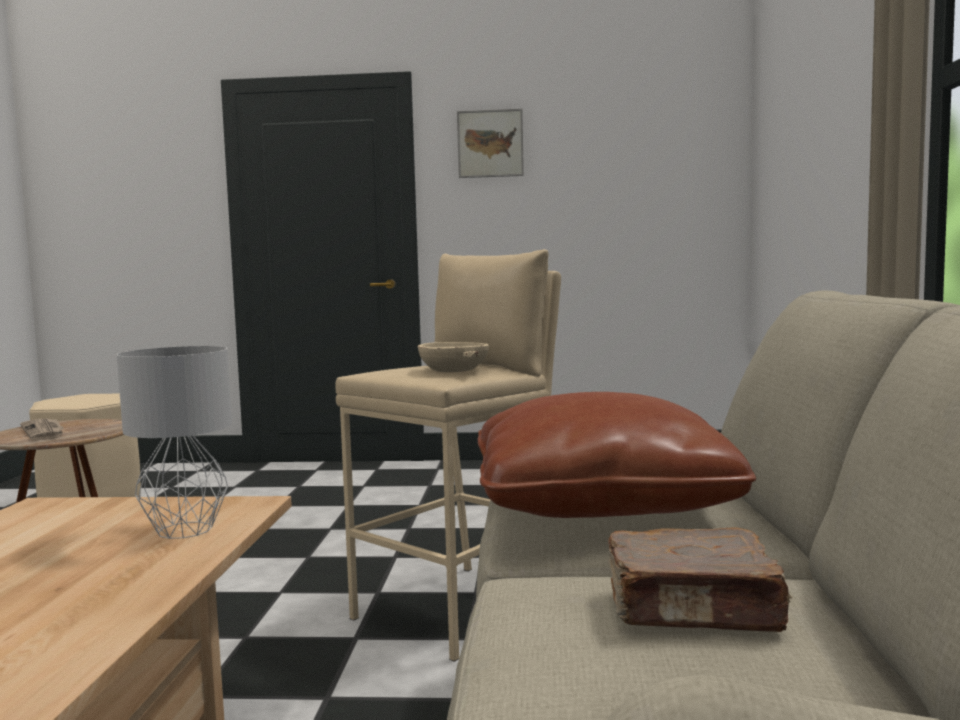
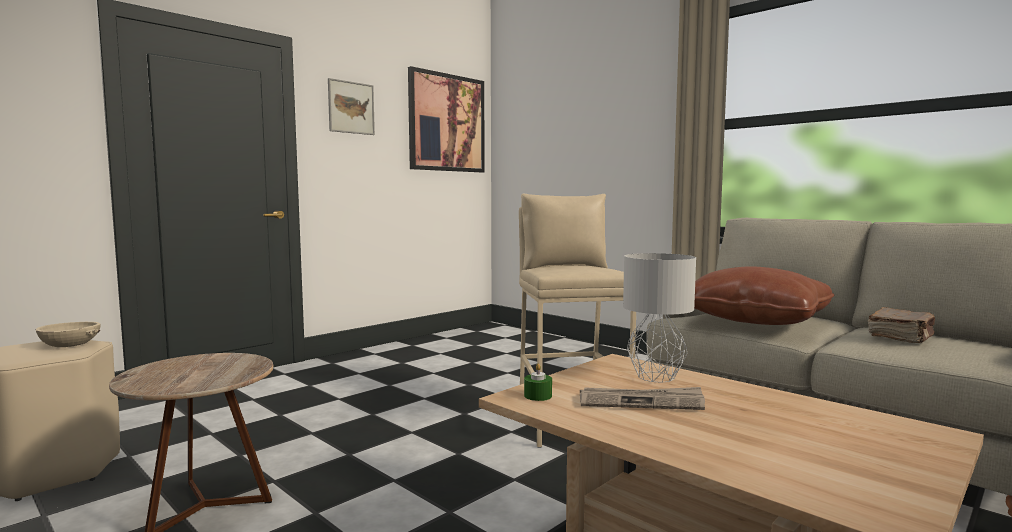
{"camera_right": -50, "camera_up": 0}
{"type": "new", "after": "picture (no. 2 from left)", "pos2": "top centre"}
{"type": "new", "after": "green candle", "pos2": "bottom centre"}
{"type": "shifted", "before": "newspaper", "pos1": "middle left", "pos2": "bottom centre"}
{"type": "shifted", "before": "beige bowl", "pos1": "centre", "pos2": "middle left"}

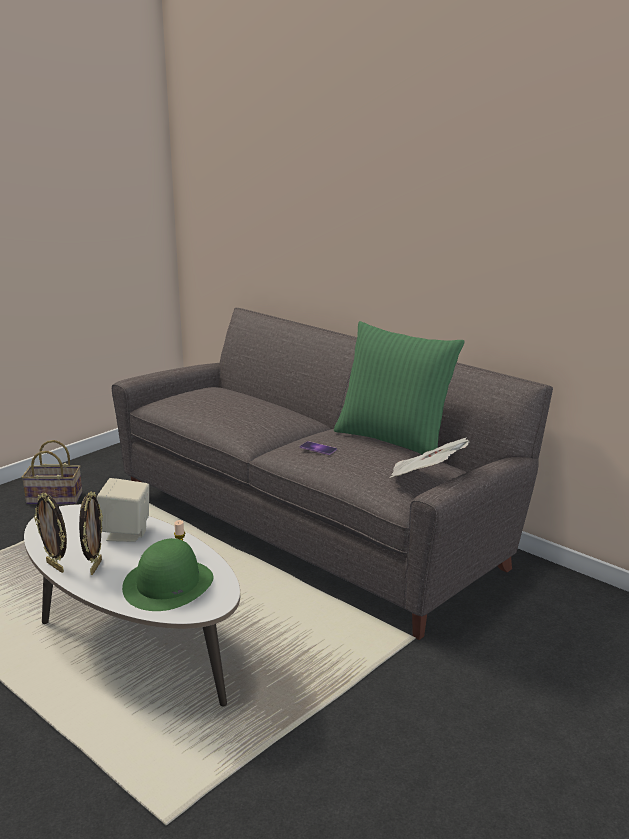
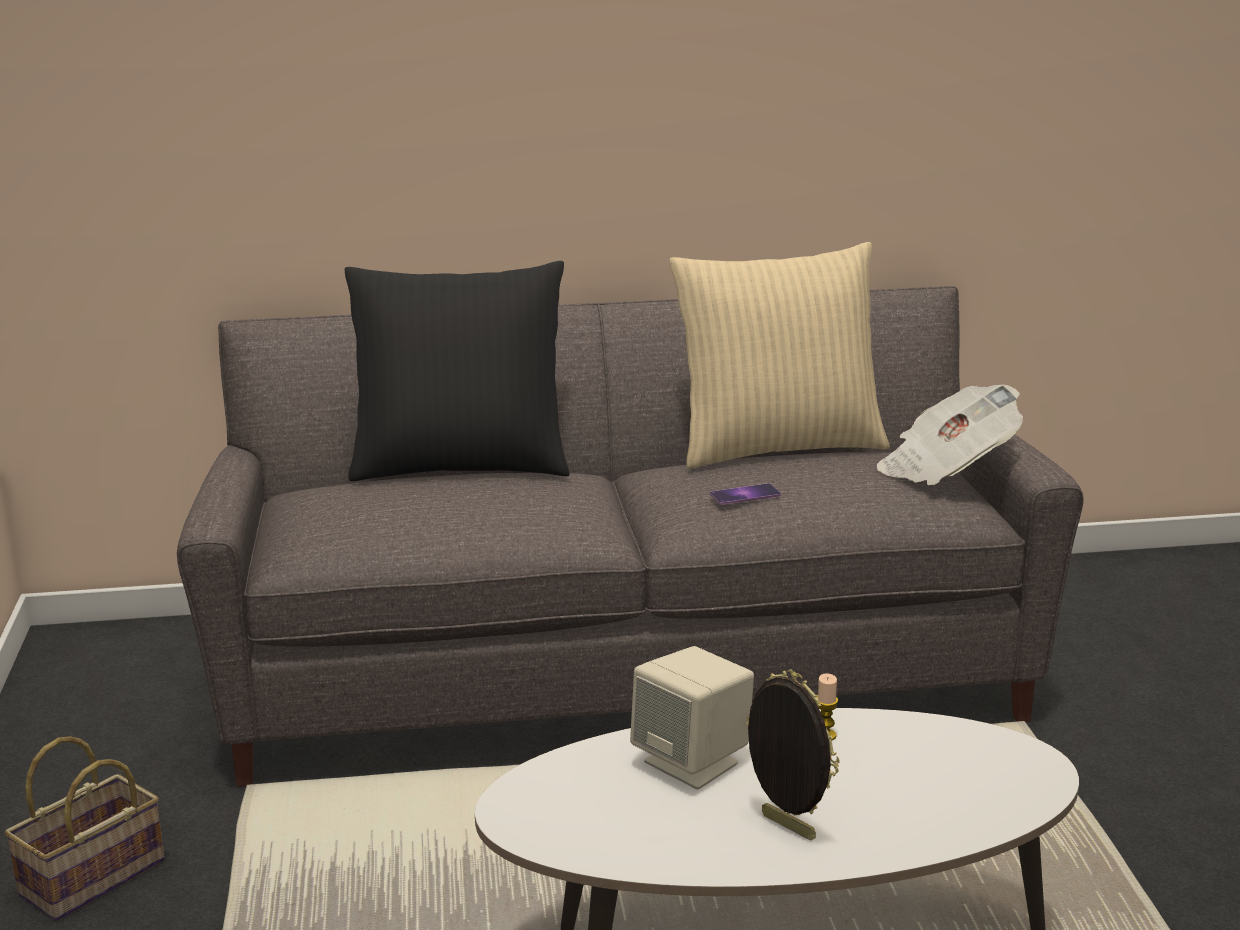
{"camera_right": -50, "camera_up": 0}
{"type": "gone", "before": "picture frame (no. 1 from left)", "pos1": "middle left"}
{"type": "gone", "before": "green hat", "pos1": "bottom left"}
{"type": "new", "after": "black pillow", "pos2": "centre"}
{"type": "repainted", "before": "green pillow", "after": "beige pillow", "pos1": "centre", "pos2": "centre"}

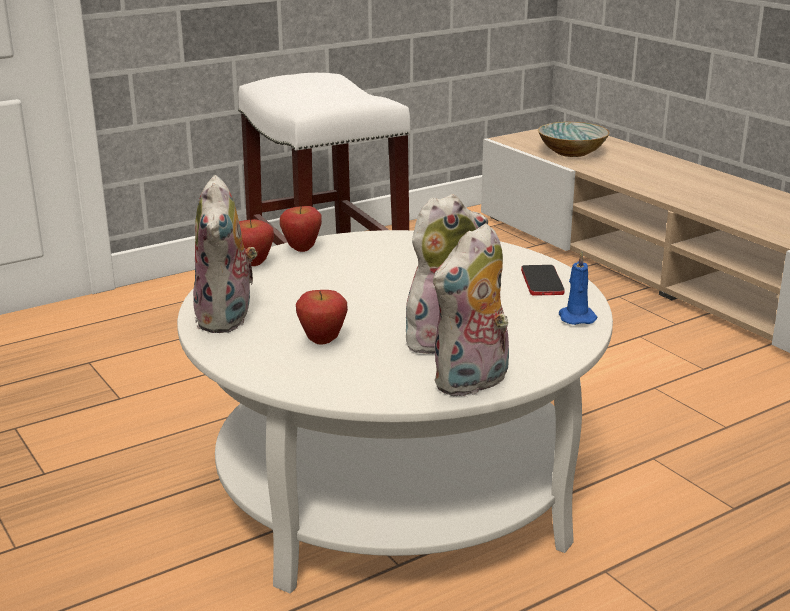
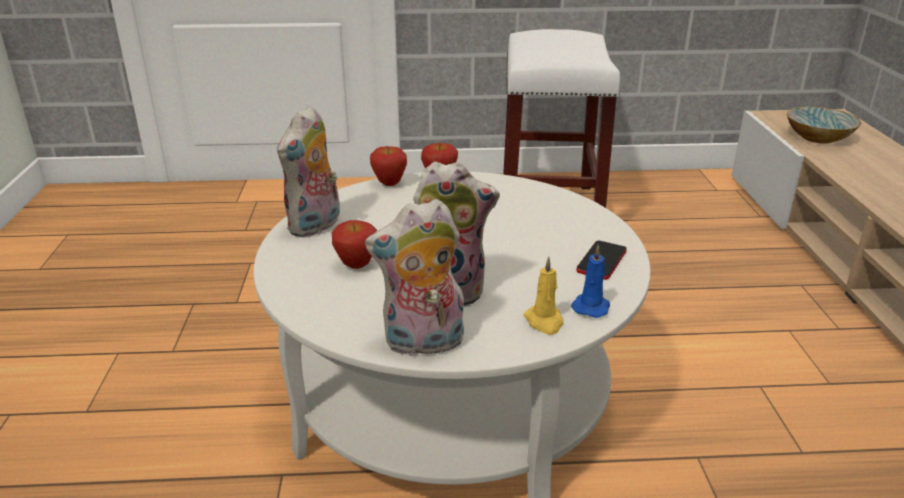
{"camera_right": 30, "camera_up": 5}
{"type": "new", "after": "yellow candle", "pos2": "centre"}

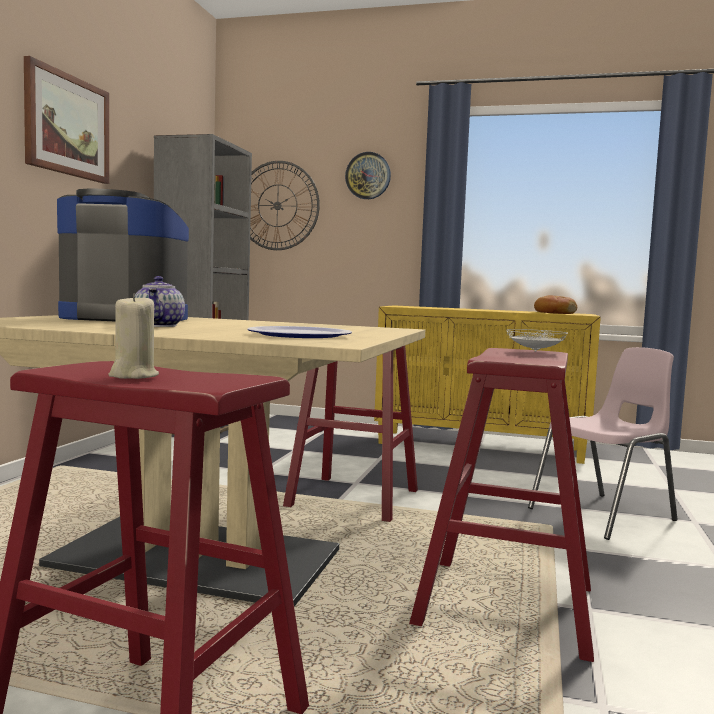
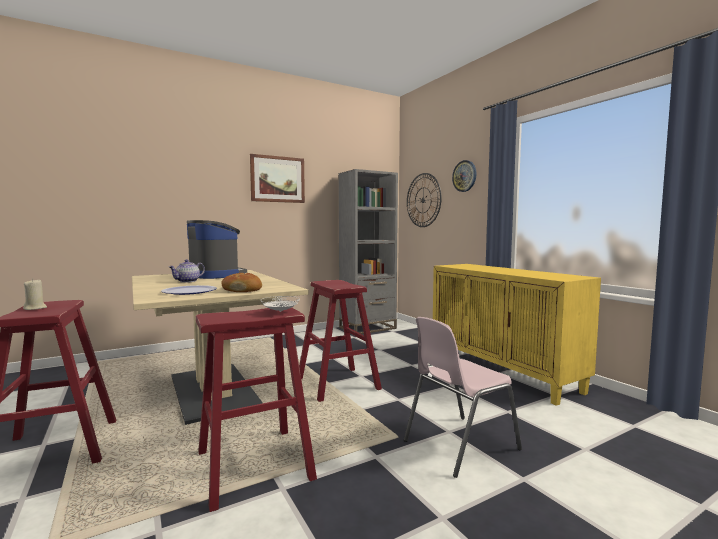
{"camera_right": 45, "camera_up": 0}
{"type": "shifted", "before": "bread", "pos1": "middle right", "pos2": "centre"}
{"type": "rotated", "before": "pink chair", "pos1": "middle right", "pos2": "bottom centre", "turn": 135}

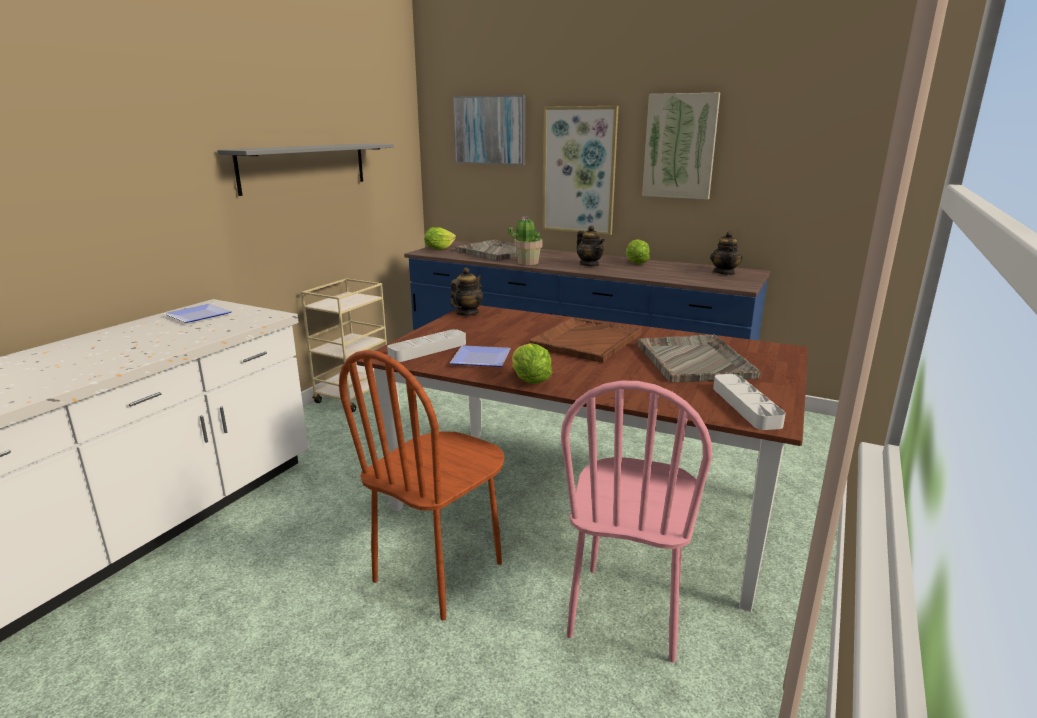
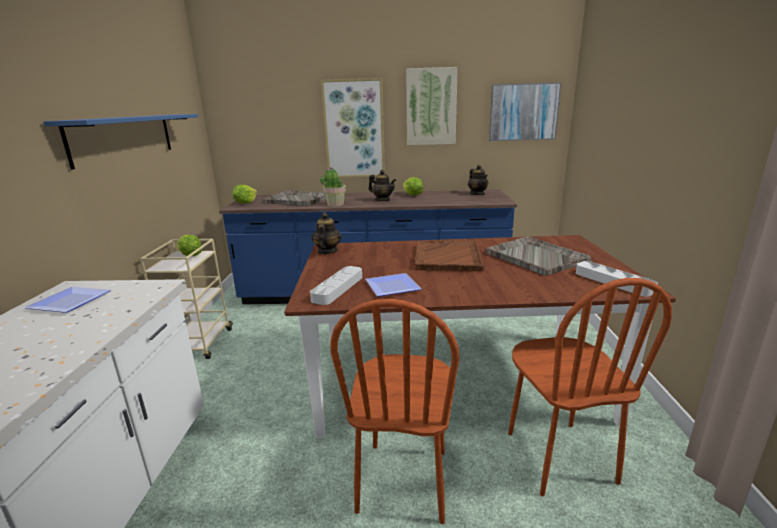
{"camera_right": -25, "camera_up": 0}
{"type": "shifted", "before": "picture (no. 1 from left in the first image)", "after": "picture (no. 3 from left)", "pos1": "top centre", "pos2": "top right"}
{"type": "shifted", "before": "lettuce (no. 2 from left in the first image)", "after": "lettuce (no. 1 from left)", "pos1": "centre", "pos2": "middle left"}
{"type": "repainted", "before": "grey shelf", "after": "blue shelf", "pos1": "top left", "pos2": "top left"}
{"type": "repainted", "before": "pink chair", "after": "brown chair (no. 2 from left)", "pos1": "bottom centre", "pos2": "bottom right"}

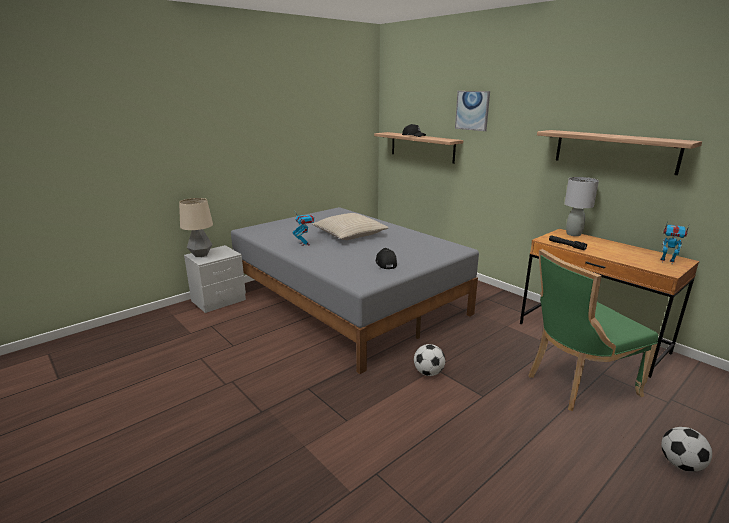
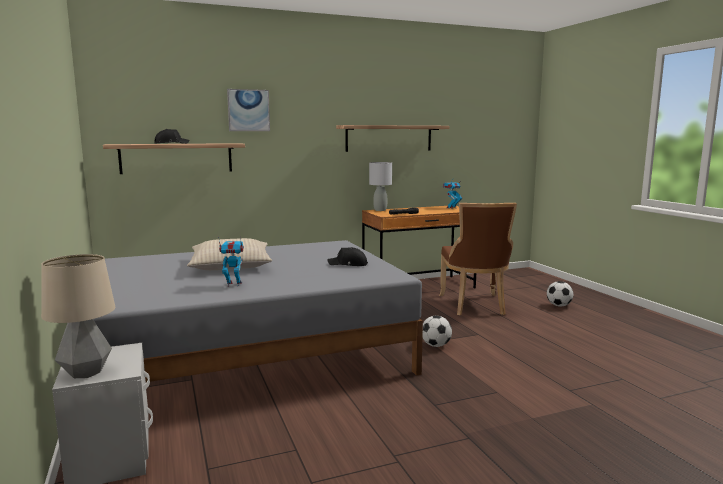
{"camera_right": -70, "camera_up": -10}
{"type": "repainted", "before": "green chair", "after": "brown chair", "pos1": "middle right", "pos2": "centre"}

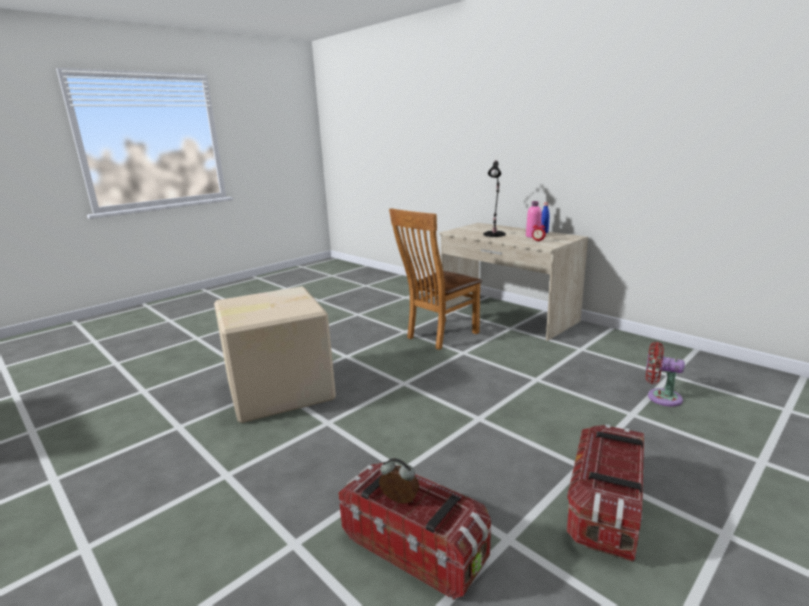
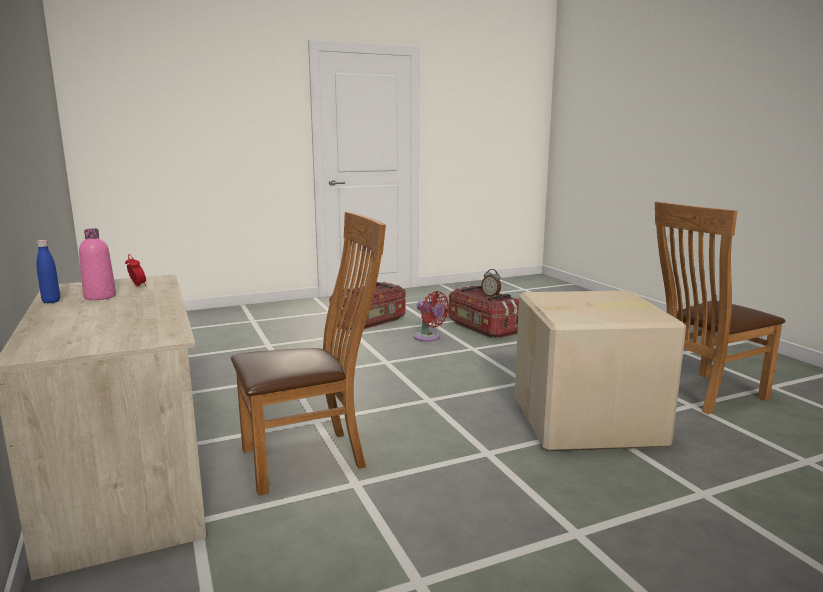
{"camera_right": -160, "camera_up": -5}
{"type": "gone", "before": "black table lamp", "pos1": "top centre"}
{"type": "new", "after": "brown chair (no. 2 from left)", "pos2": "middle right"}
{"type": "shifted", "before": "red fan", "pos1": "middle right", "pos2": "centre"}

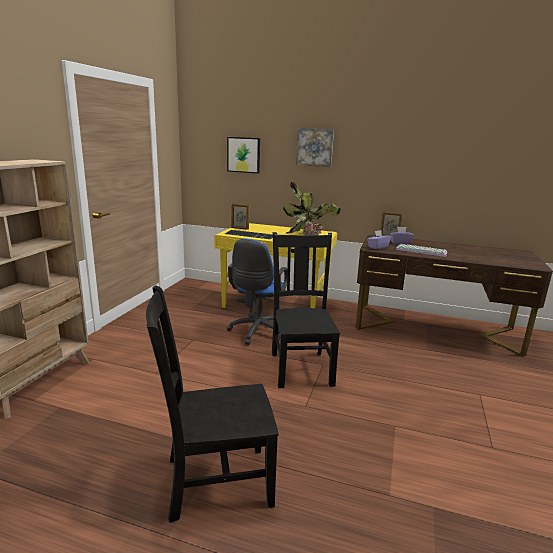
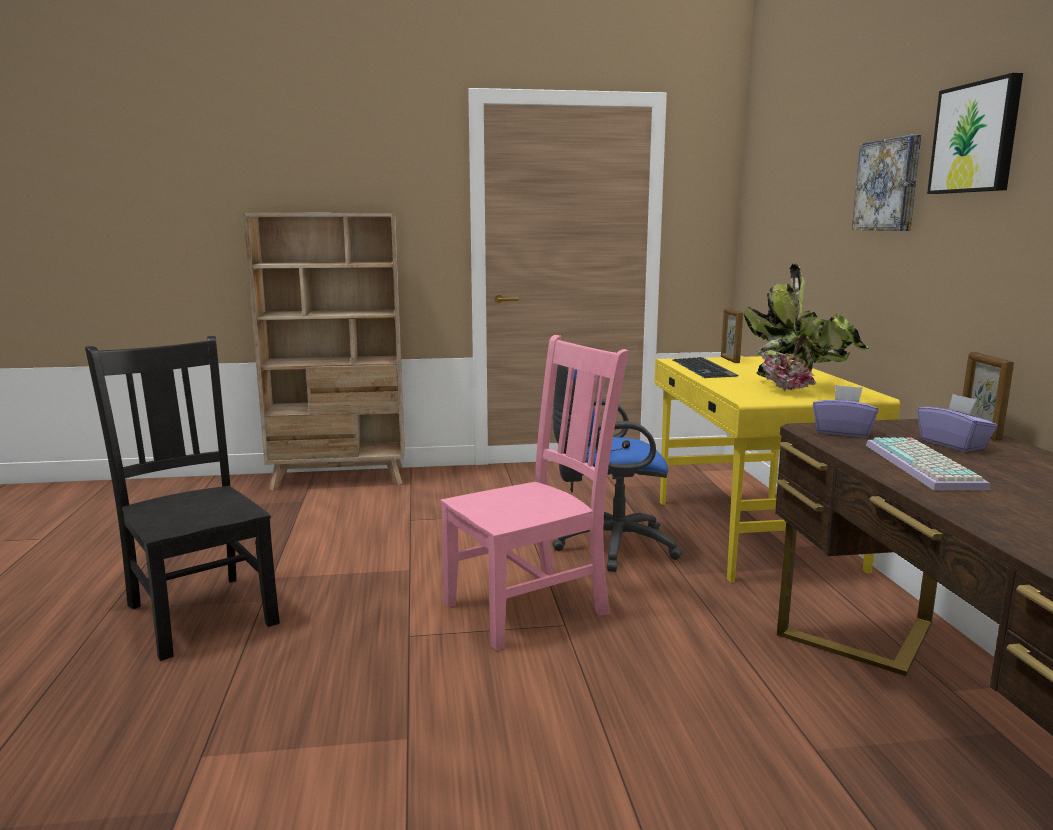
{"camera_right": 65, "camera_up": -5}
{"type": "shifted", "before": "picture (no. 1 from left in the first image)", "after": "picture (no. 2 from left)", "pos1": "top centre", "pos2": "top right"}
{"type": "repainted", "before": "black chair (no. 2 from left)", "after": "pink chair", "pos1": "centre", "pos2": "centre"}

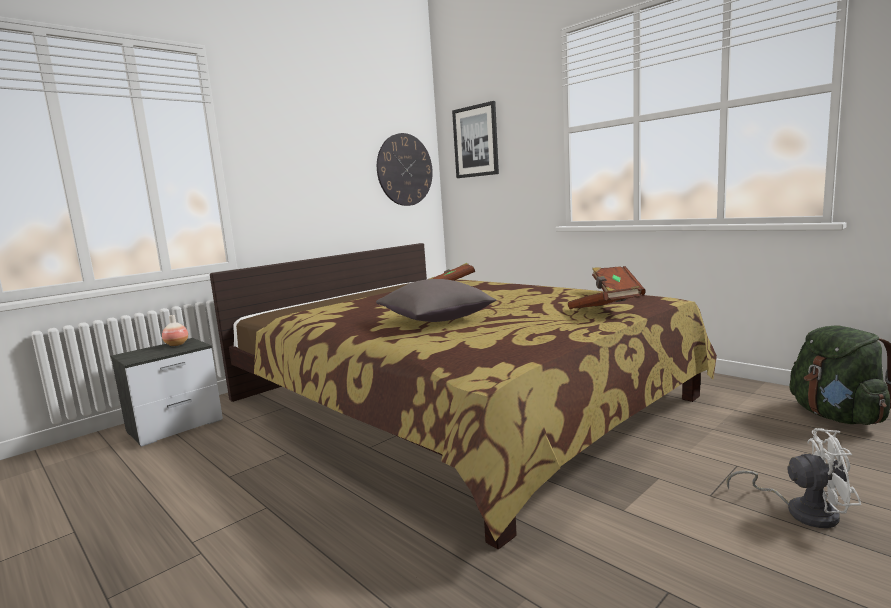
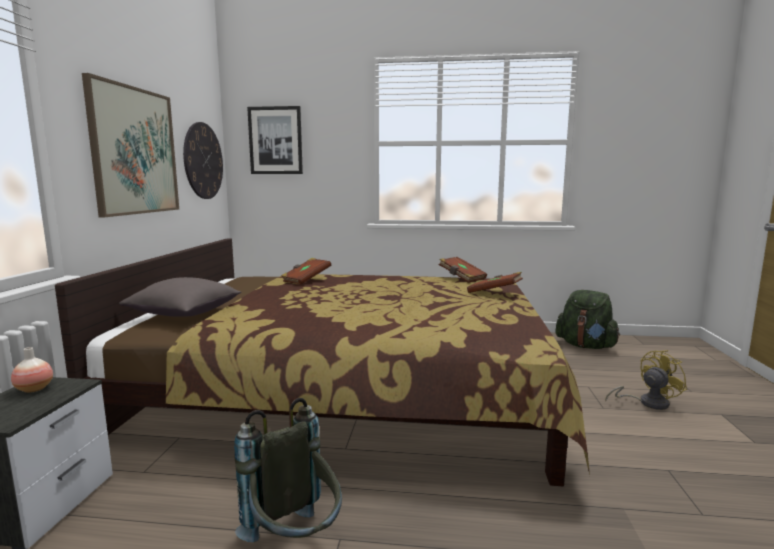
{"camera_right": -40, "camera_up": 0}
{"type": "new", "after": "picture (no. 1 from left)", "pos2": "top left"}
{"type": "new", "after": "grey backpack", "pos2": "bottom centre"}
{"type": "shifted", "before": "grey pillow", "pos1": "centre", "pos2": "middle left"}
{"type": "repainted", "before": "white fan", "after": "yellow fan", "pos1": "bottom right", "pos2": "bottom right"}

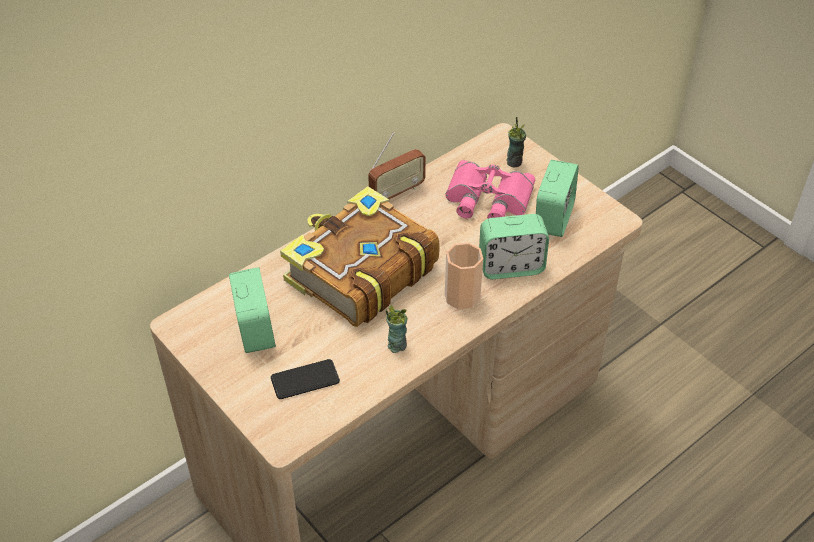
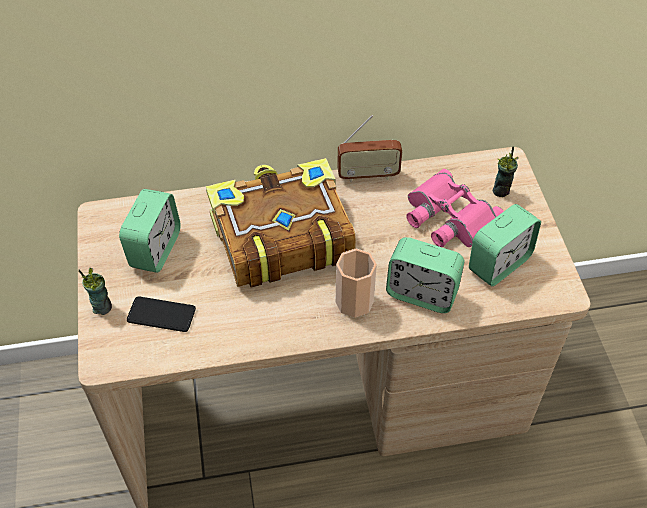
{"camera_right": 30, "camera_up": 5}
{"type": "shifted", "before": "cup (no. 1 from left)", "pos1": "centre", "pos2": "middle left"}

